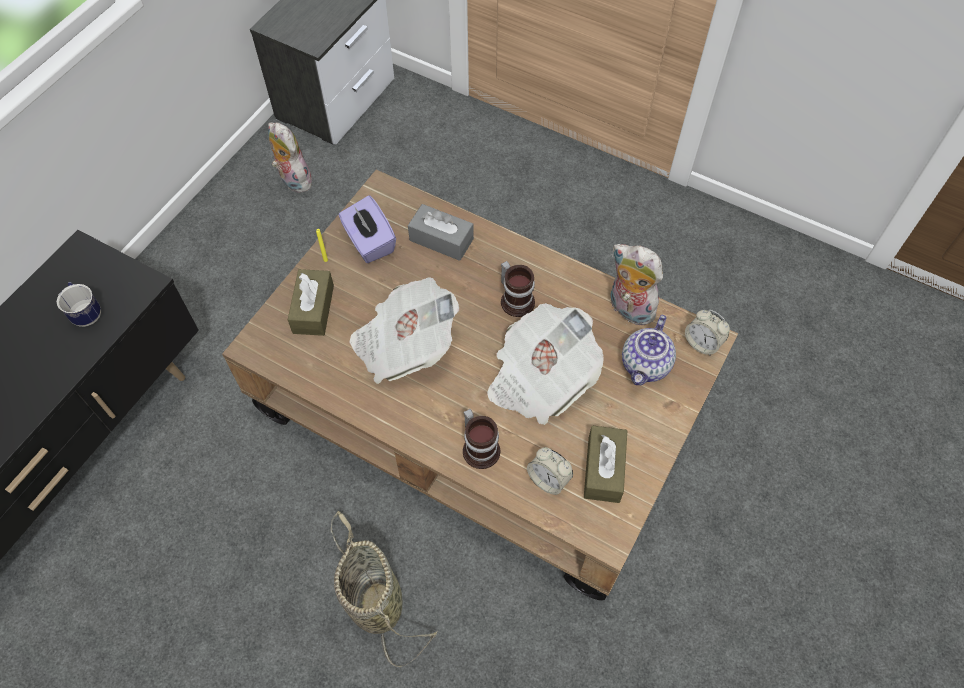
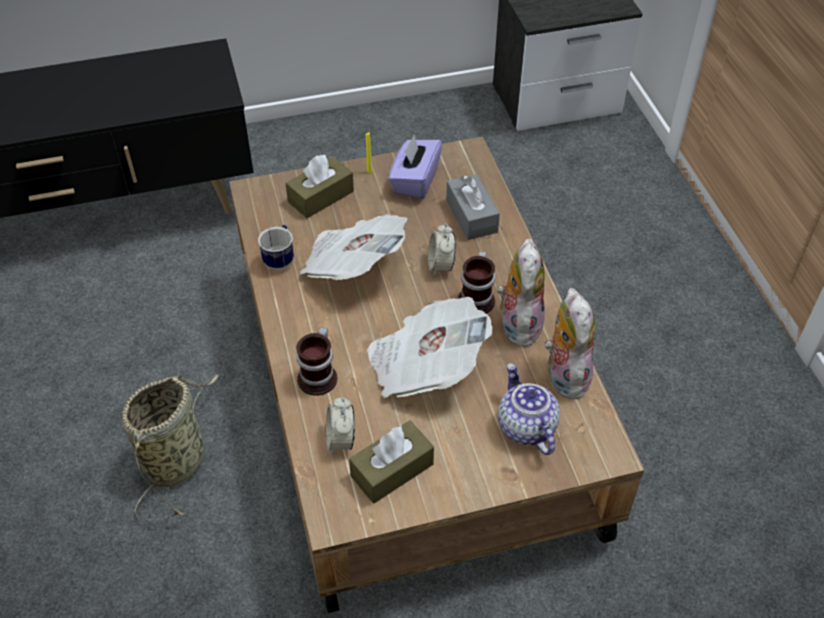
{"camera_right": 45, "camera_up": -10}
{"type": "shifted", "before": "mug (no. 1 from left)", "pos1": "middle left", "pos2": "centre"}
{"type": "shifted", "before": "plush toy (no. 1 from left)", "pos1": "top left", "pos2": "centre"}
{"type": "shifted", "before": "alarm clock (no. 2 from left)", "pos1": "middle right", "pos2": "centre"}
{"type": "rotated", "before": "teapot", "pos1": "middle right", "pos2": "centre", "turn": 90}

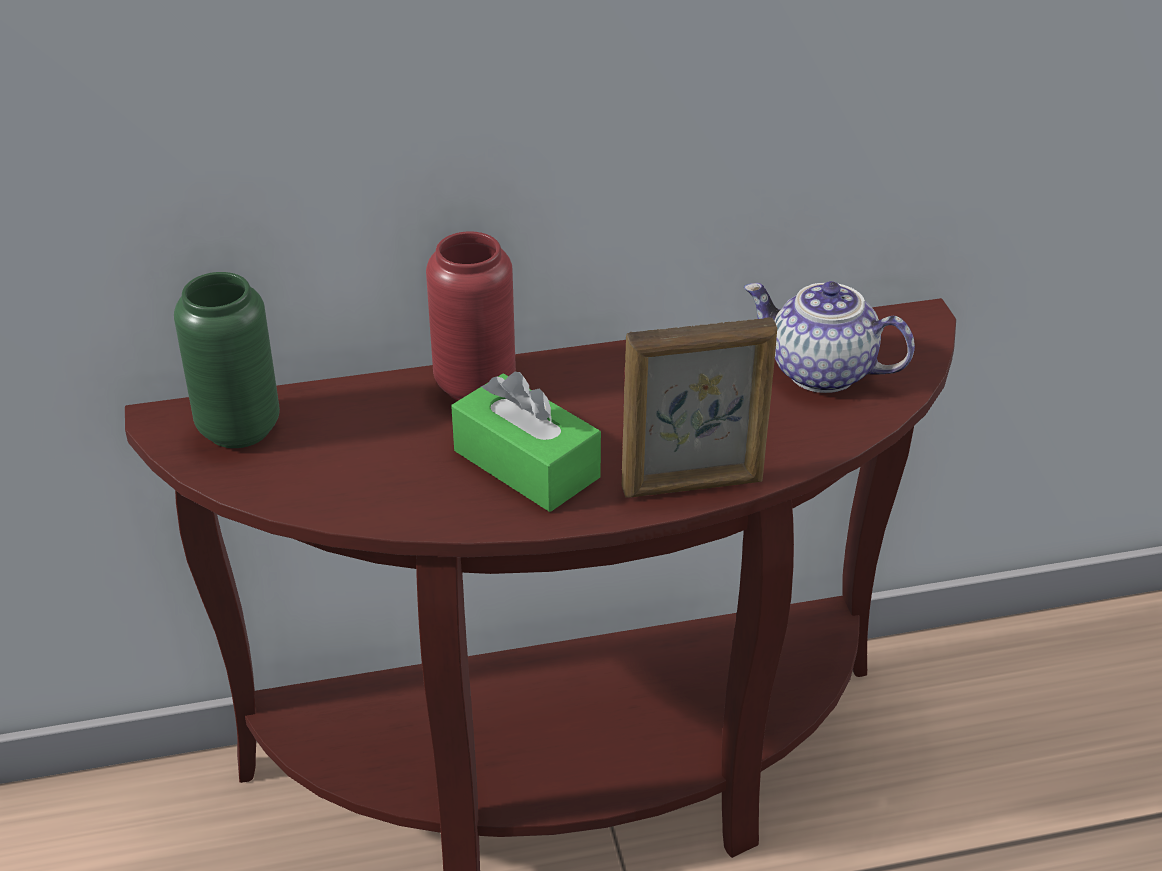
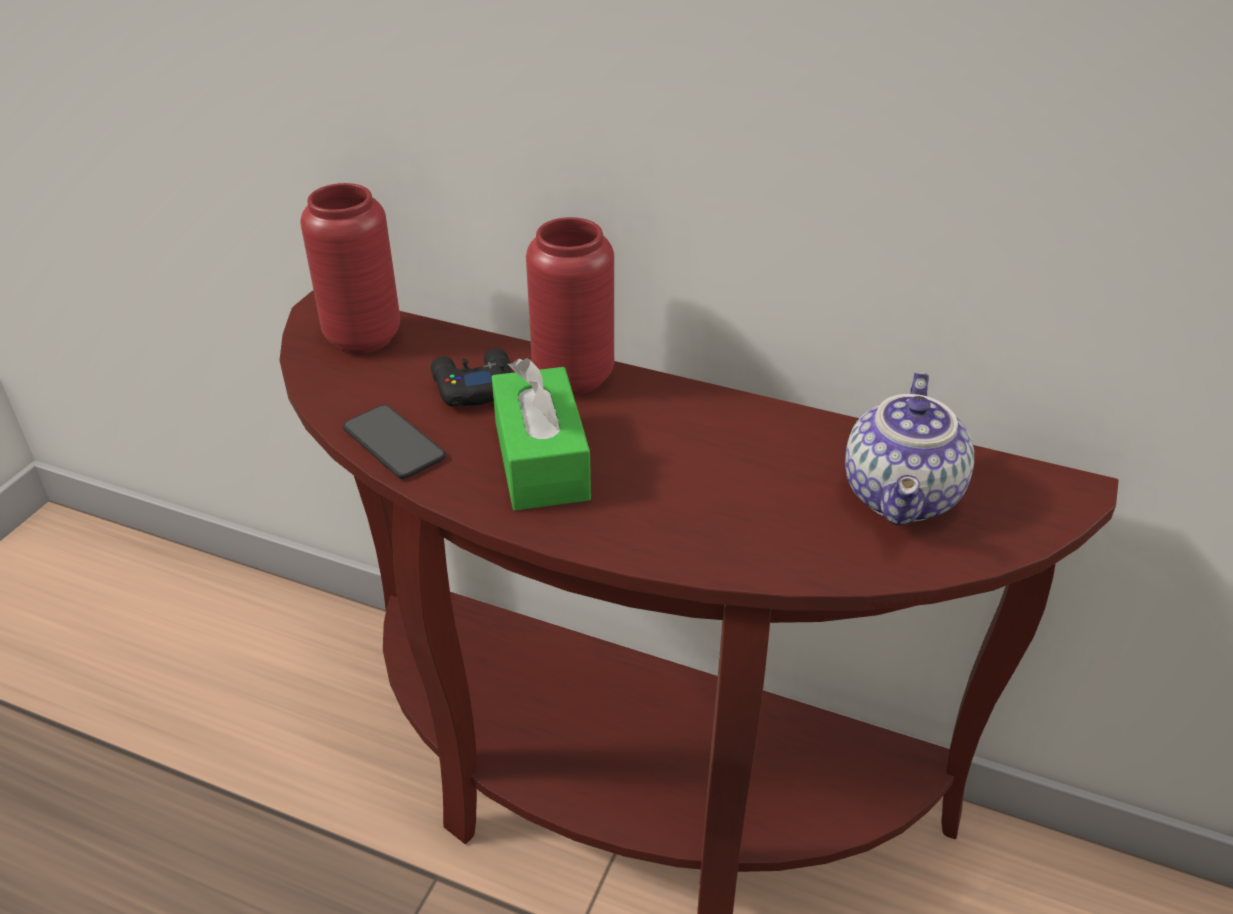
{"camera_right": 35, "camera_up": 0}
{"type": "gone", "before": "picture frame", "pos1": "centre"}
{"type": "new", "after": "phone", "pos2": "middle left"}
{"type": "new", "after": "black game controller", "pos2": "centre"}
{"type": "repainted", "before": "green vase", "after": "red vase (no. 1 from left)", "pos1": "middle left", "pos2": "top left"}
{"type": "rotated", "before": "teapot", "pos1": "middle right", "pos2": "middle right", "turn": -135}

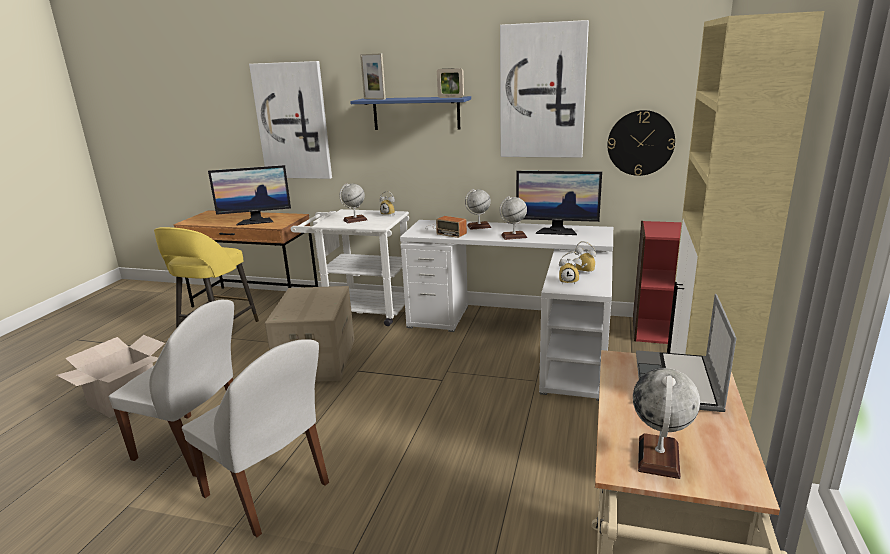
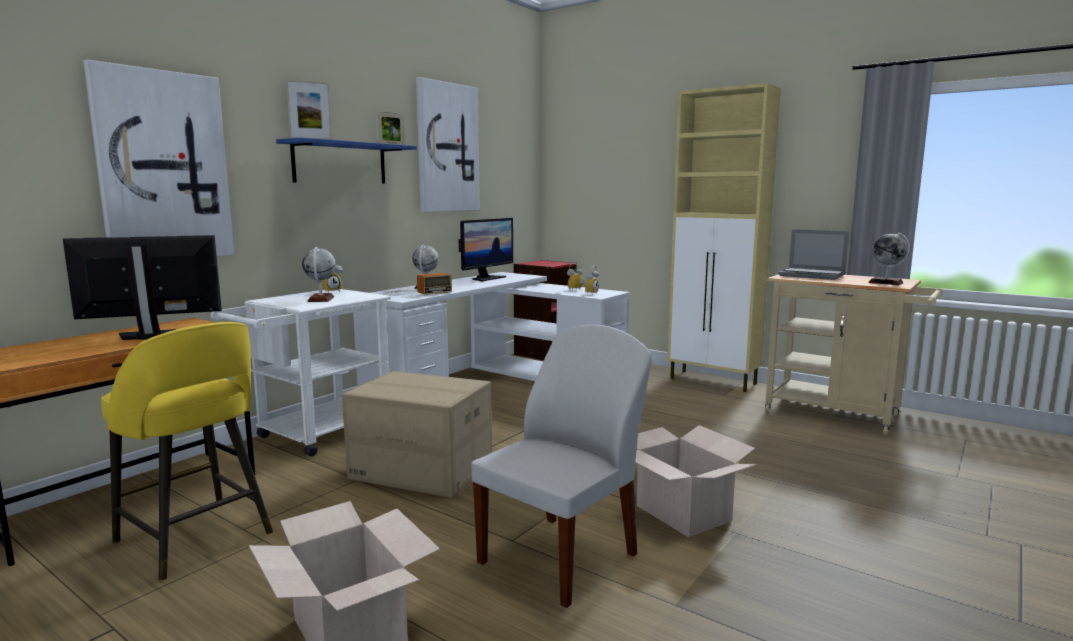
{"camera_right": -70, "camera_up": -10}
{"type": "gone", "before": "globe (no. 3 from left)", "pos1": "centre"}
{"type": "gone", "before": "wall clock", "pos1": "top right"}
{"type": "swapped", "before": "white chair (no. 2 from left)", "after": "cardboard box (no. 3 from left)", "pos1": "bottom left", "pos2": "bottom centre"}
{"type": "rotated", "before": "monitor (no. 1 from left)", "pos1": "middle left", "pos2": "middle left", "turn": -120}

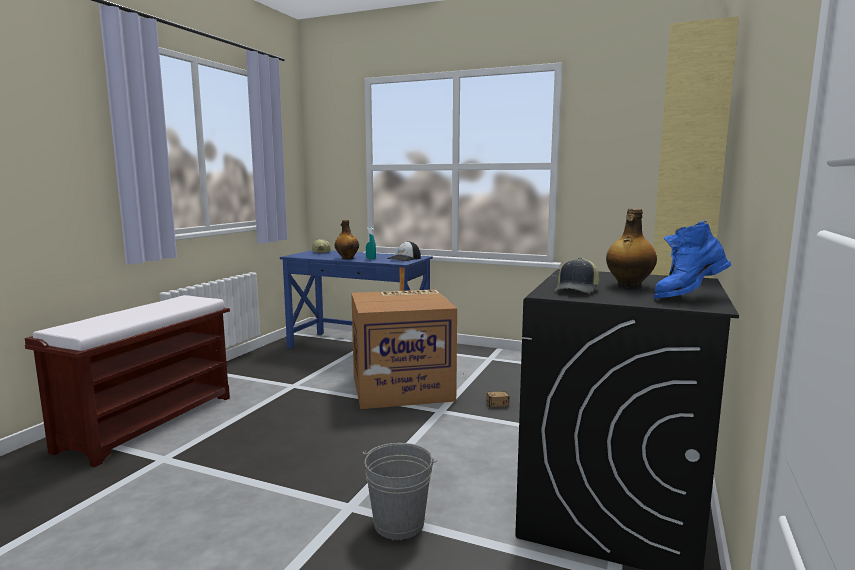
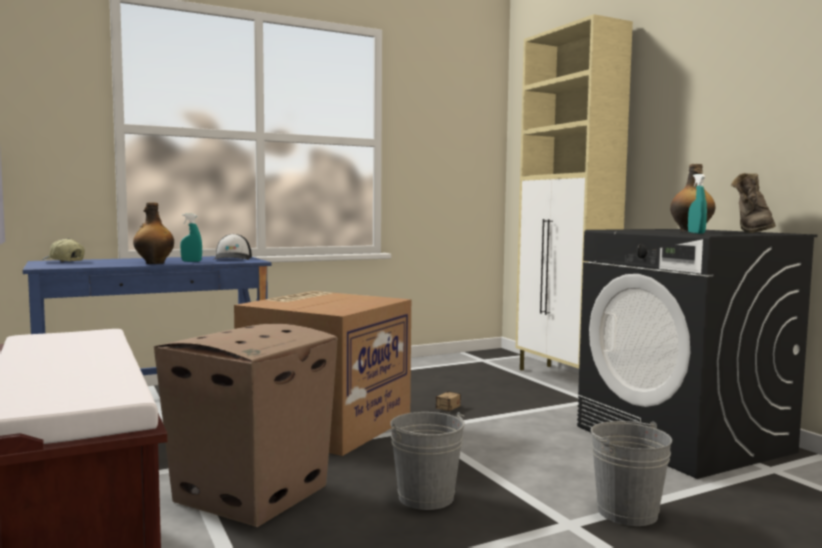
{"camera_right": -50, "camera_up": -5}
{"type": "new", "after": "cardboard box (no. 1 from left)", "pos2": "bottom left"}
{"type": "new", "after": "grey bucket (no. 1 from left)", "pos2": "bottom centre"}
{"type": "swapped", "before": "cap (no. 3 from left)", "after": "turquoise spray bottle (no. 2 from left)", "pos1": "middle right", "pos2": "middle right"}
{"type": "repainted", "before": "blue boot", "after": "brown boot", "pos1": "middle right", "pos2": "middle right"}

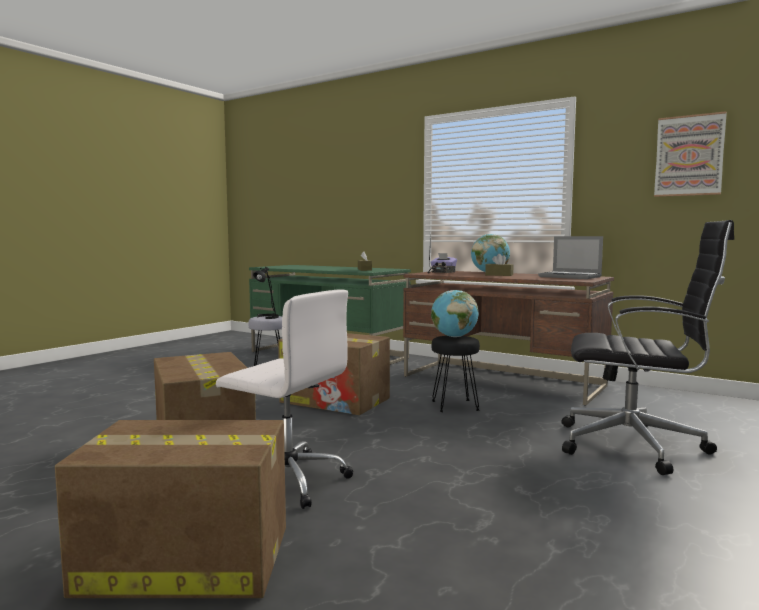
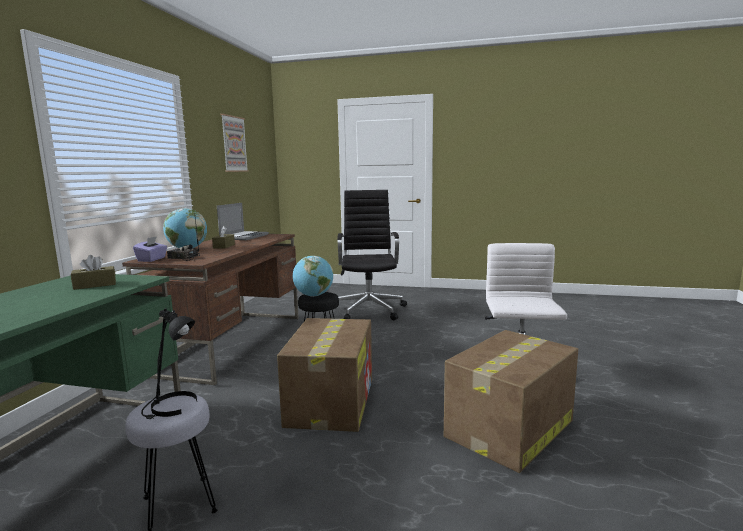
{"camera_right": -110, "camera_up": 5}
{"type": "gone", "before": "cardboard box (no. 1 from left)", "pos1": "bottom left"}

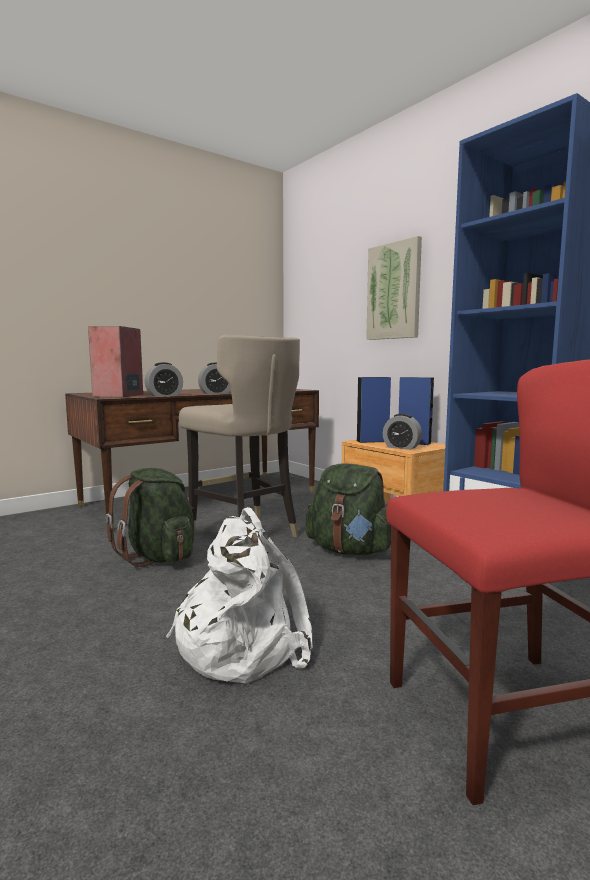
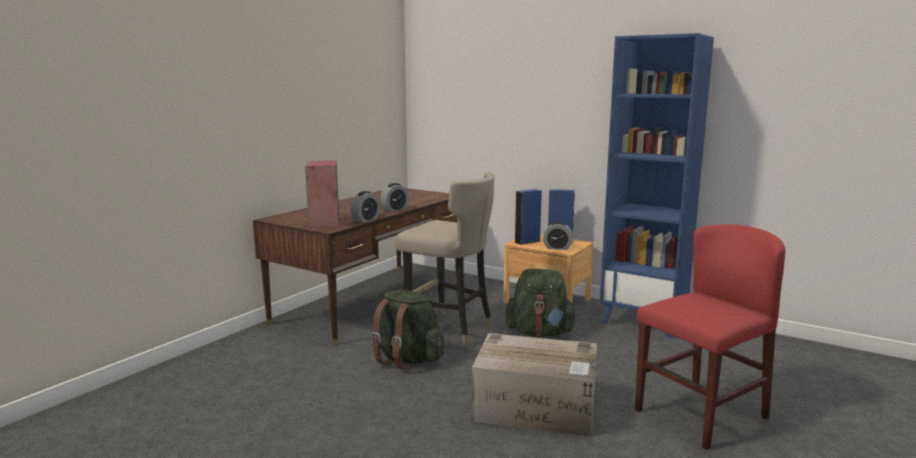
{"camera_right": -20, "camera_up": 5}
{"type": "gone", "before": "picture", "pos1": "top right"}
{"type": "swapped", "before": "white backpack", "after": "cardboard box", "pos1": "bottom centre", "pos2": "bottom centre"}

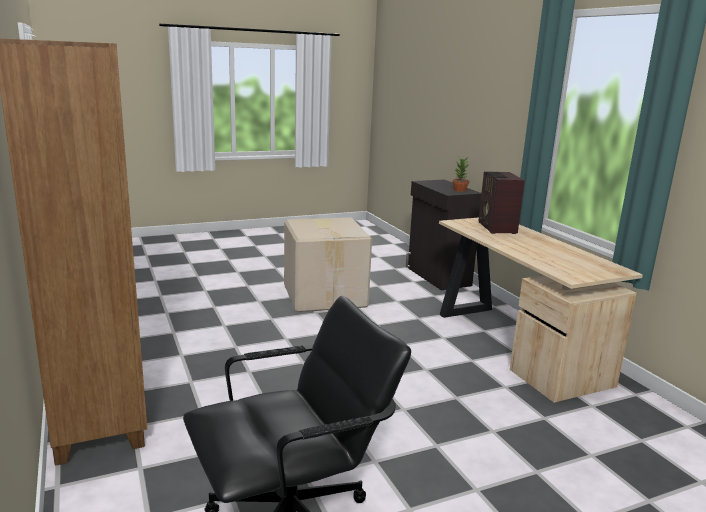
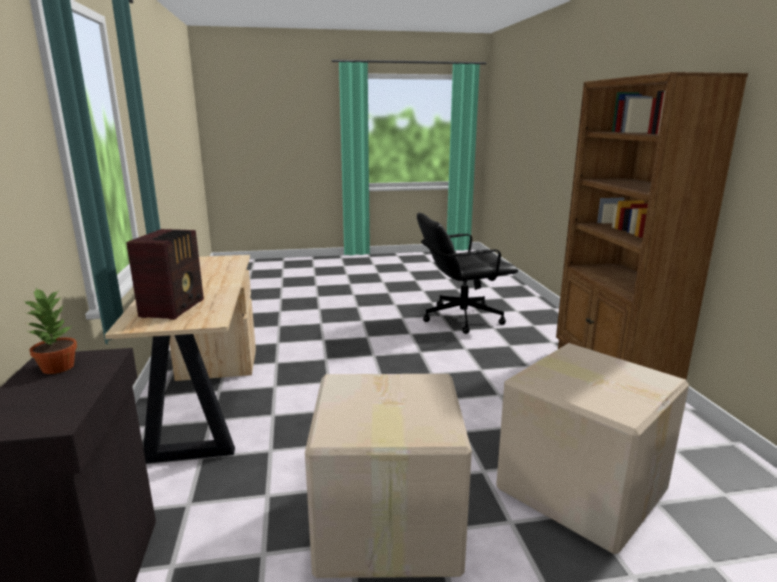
{"camera_right": -165, "camera_up": 0}
{"type": "new", "after": "cardboard box (no. 2 from left)", "pos2": "bottom right"}

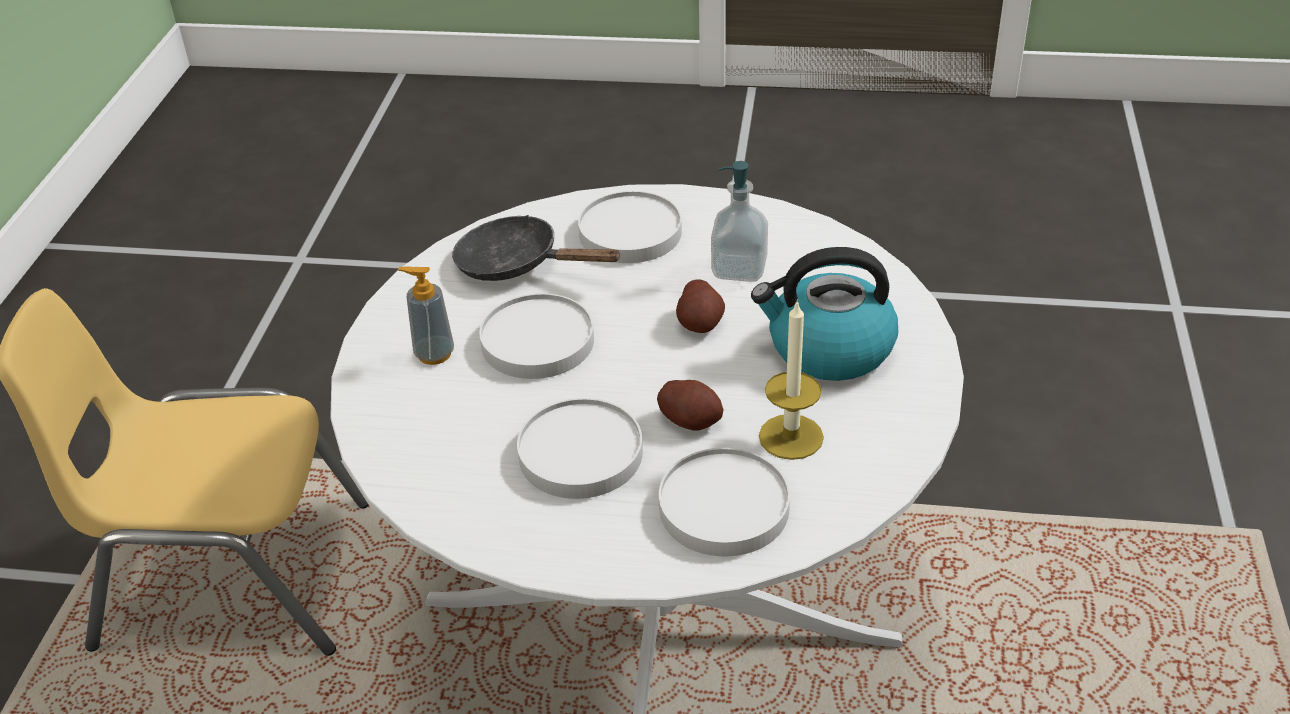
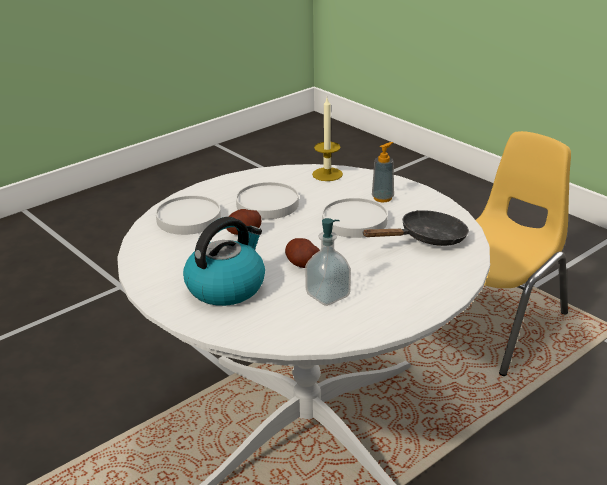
{"camera_right": 130, "camera_up": -10}
{"type": "gone", "before": "white plate (no. 3 from left)", "pos1": "top centre"}
{"type": "shifted", "before": "candle", "pos1": "centre", "pos2": "top centre"}

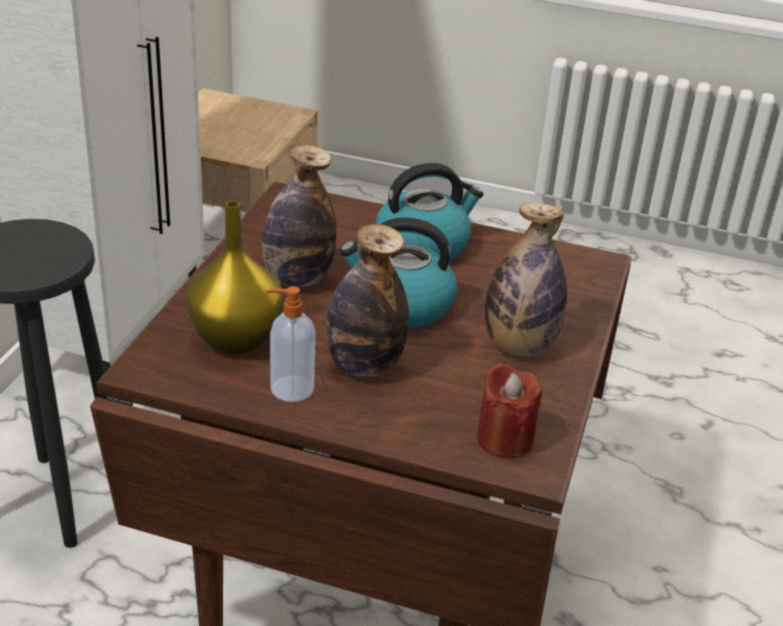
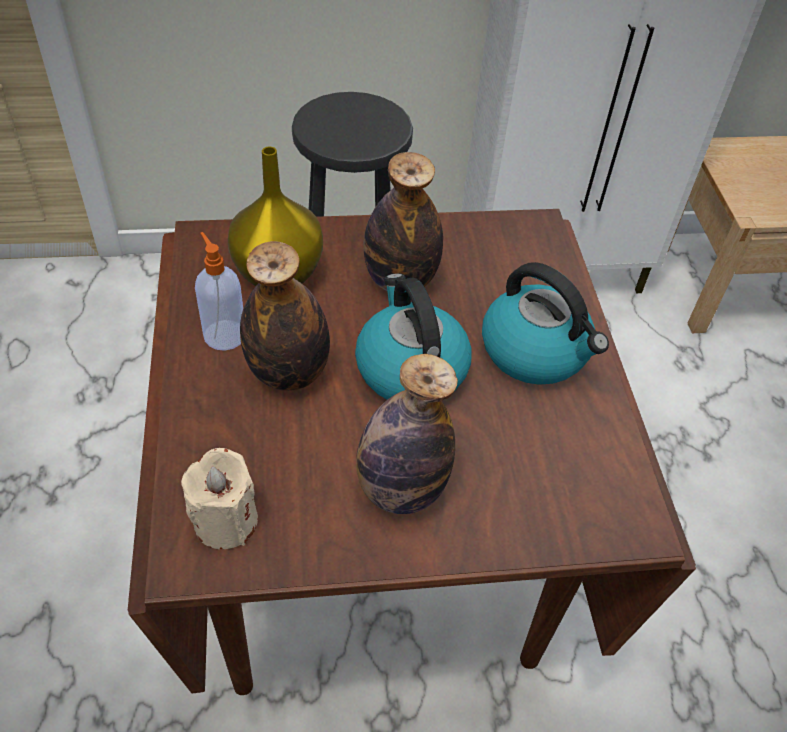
{"camera_right": 65, "camera_up": 15}
{"type": "repainted", "before": "red candle", "after": "beige candle", "pos1": "centre", "pos2": "bottom left"}

